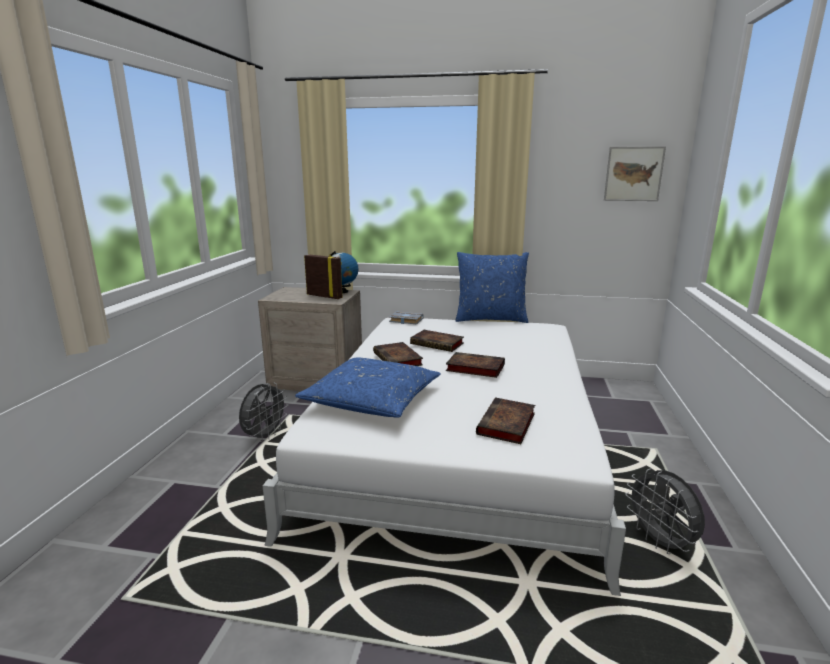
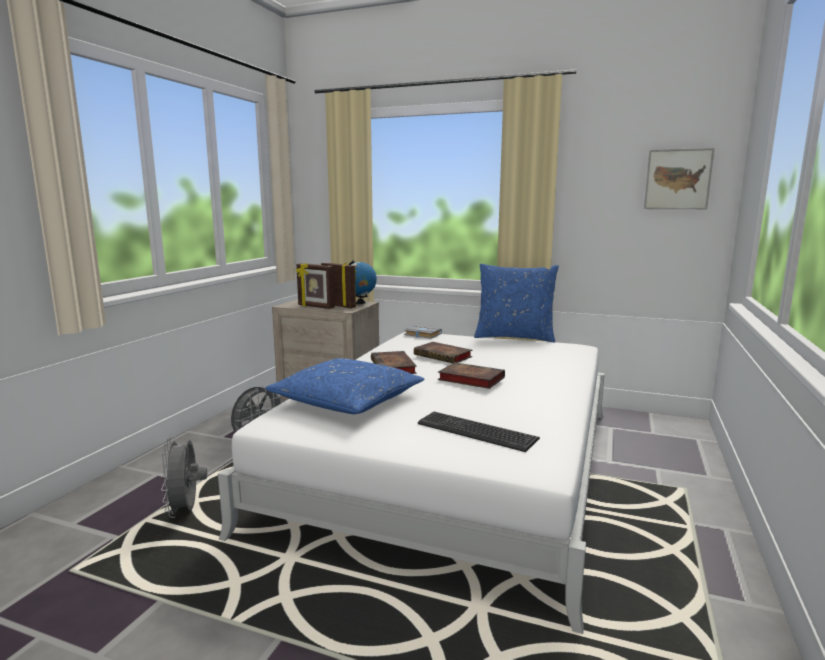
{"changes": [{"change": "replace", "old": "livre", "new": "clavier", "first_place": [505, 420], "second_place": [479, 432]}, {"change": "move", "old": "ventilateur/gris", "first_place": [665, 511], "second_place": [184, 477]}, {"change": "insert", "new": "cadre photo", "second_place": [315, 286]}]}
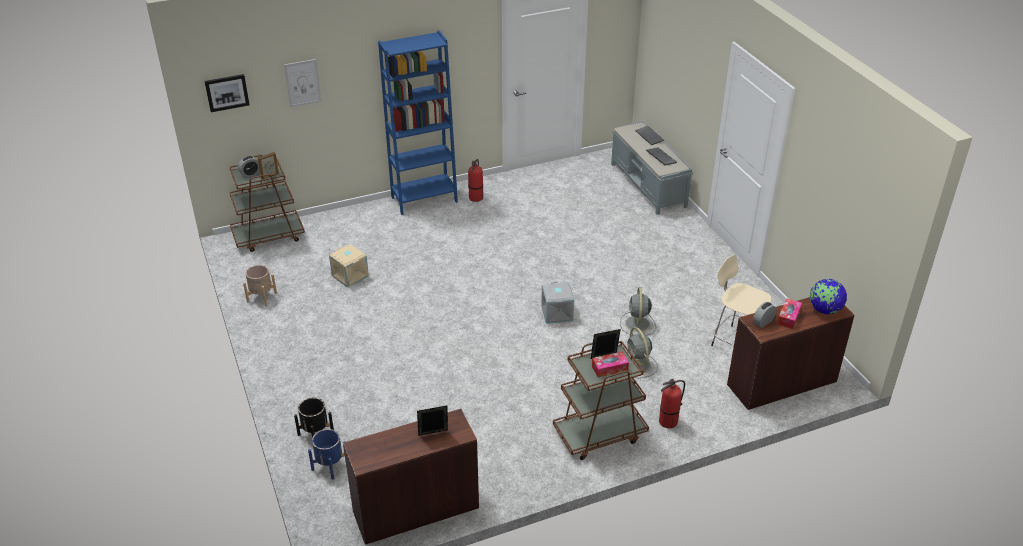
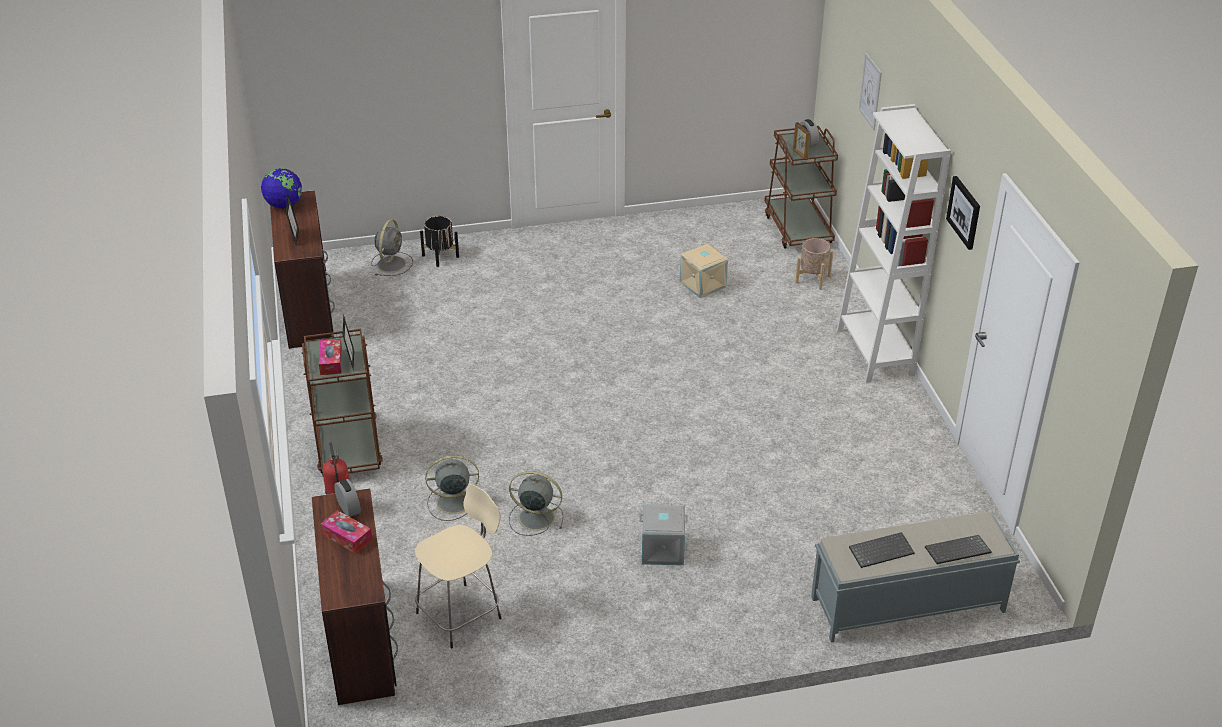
{"changes": [{"change": "recolor", "old": "bibliothèque/bleu", "new": "bibliothèque/blanc", "first_place": [418, 122], "second_place": [894, 243]}, {"change": "move", "old": "tableau", "first_place": [226, 93], "second_place": [963, 213]}, {"change": "delete", "old": "extincteur", "first_place": [475, 180]}, {"change": "move", "old": "cache-pot/beige", "first_place": [260, 285], "second_place": [814, 264]}, {"change": "move", "old": "globe", "first_place": [828, 296], "second_place": [281, 188]}, {"change": "move", "old": "boîte de rangement/gris", "first_place": [557, 303], "second_place": [664, 535]}, {"change": "replace", "old": "cache-pot/bleu", "new": "ventilateur/gris", "first_place": [327, 454], "second_place": [392, 247]}]}
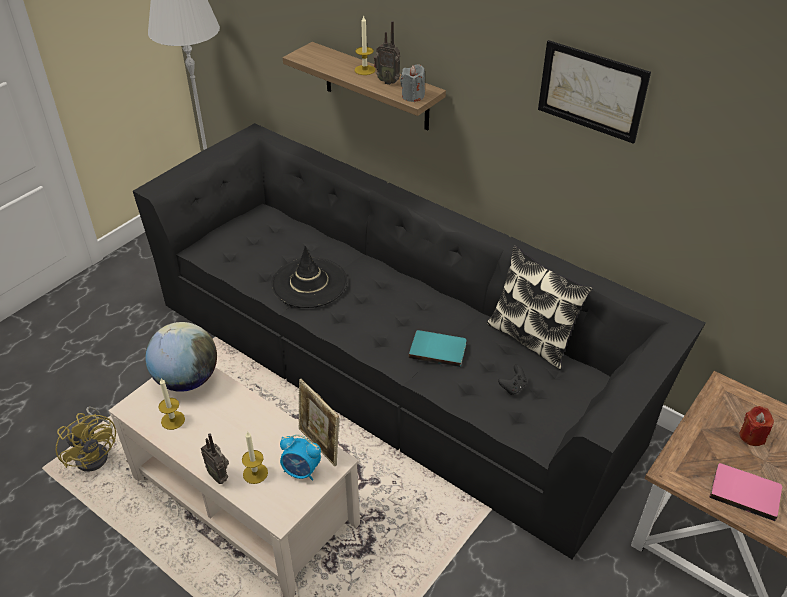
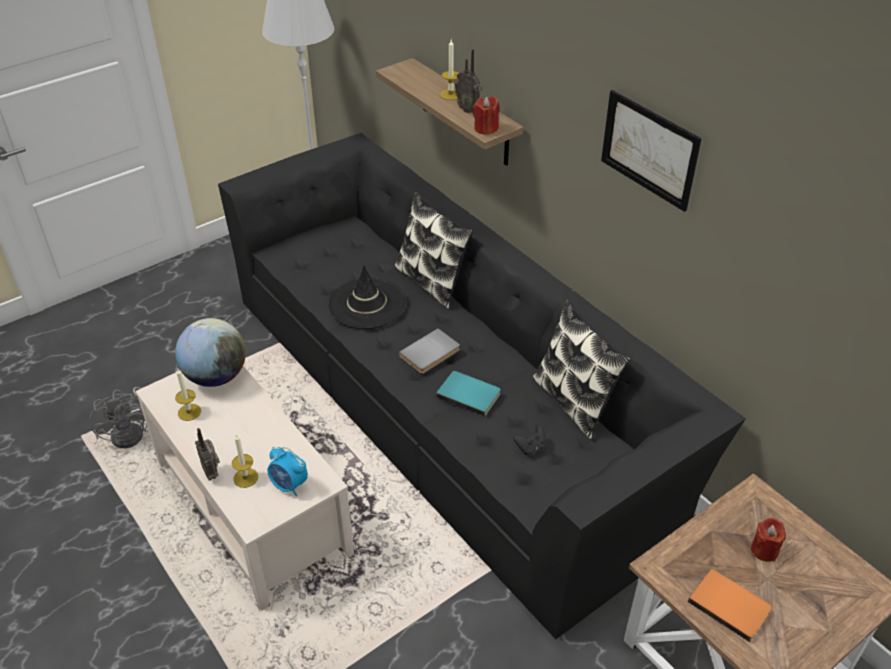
{"changes": [{"change": "recolor", "old": "bougie/gris", "new": "bougie/rouge", "first_place": [412, 83], "second_place": [486, 115]}, {"change": "delete", "old": "cadre photo", "first_place": [318, 422]}, {"change": "recolor", "old": "ventilateur/jaune", "new": "ventilateur/gris", "first_place": [86, 439], "second_place": [118, 417]}, {"change": "recolor", "old": "livre/rose", "new": "livre/orange", "first_place": [745, 492], "second_place": [730, 605]}, {"change": "insert", "new": "coussin", "second_place": [433, 250]}, {"change": "insert", "new": "livre/gris", "second_place": [429, 351]}]}
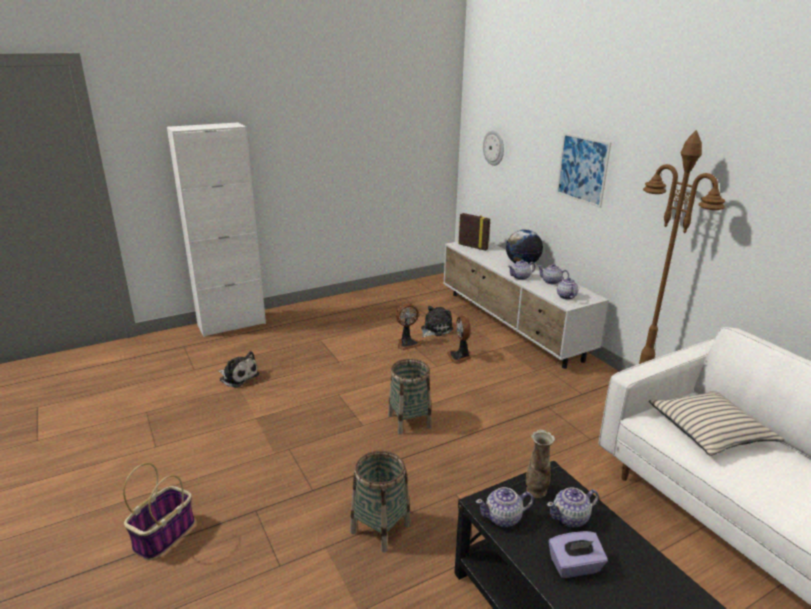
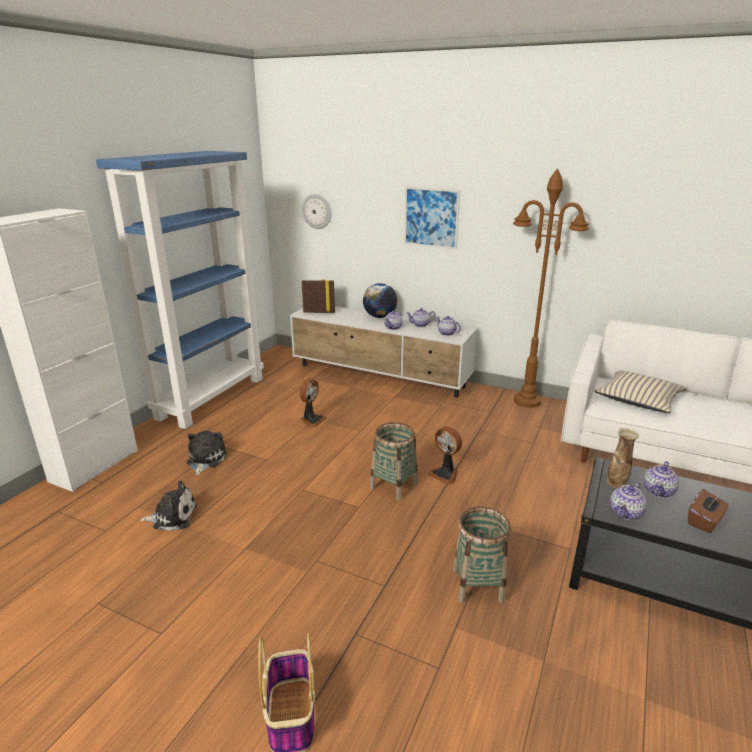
{"changes": [{"change": "move", "old": "peluche", "first_place": [437, 322], "second_place": [206, 453]}, {"change": "move", "old": "ventilateur", "first_place": [459, 339], "second_place": [445, 455]}, {"change": "recolor", "old": "boîte à mouchoirs/violet", "new": "boîte à mouchoirs/marron", "first_place": [578, 554], "second_place": [708, 511]}, {"change": "insert", "new": "bibliothèque/bleu", "second_place": [180, 290]}]}
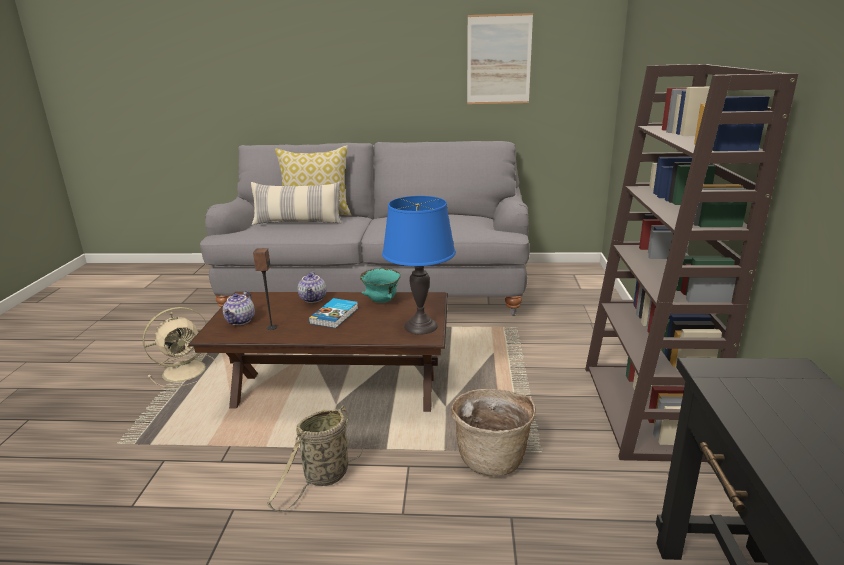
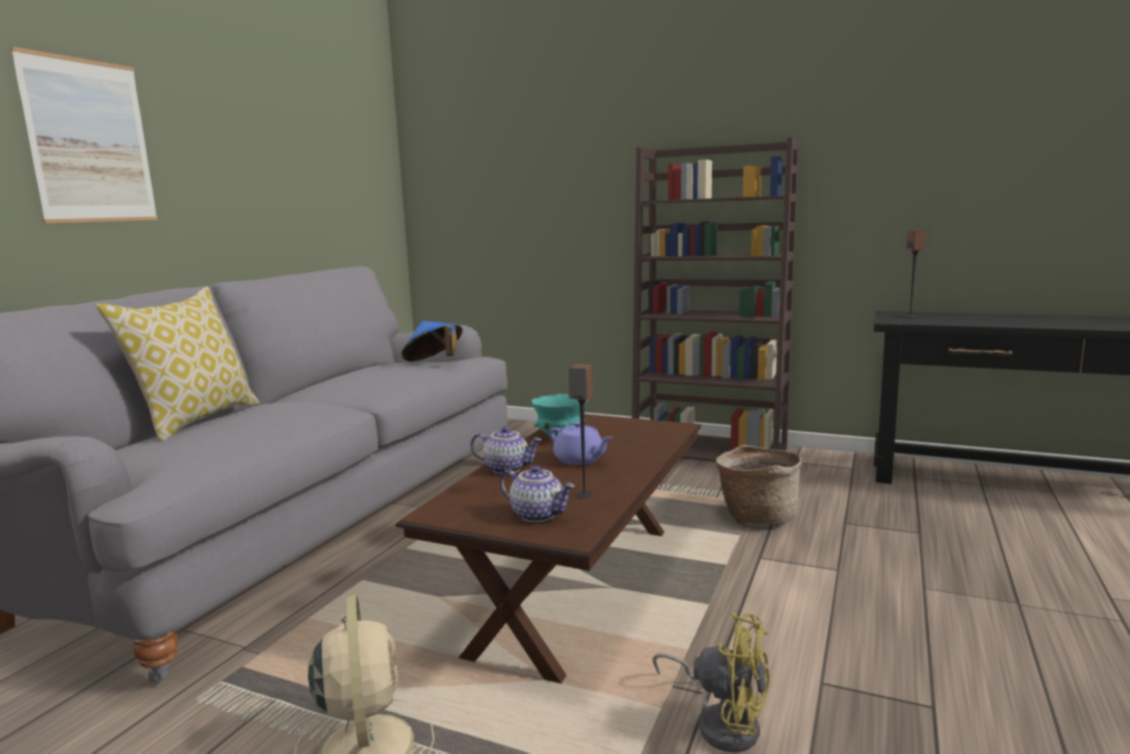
{"changes": [{"change": "move", "old": "tableau", "first_place": [500, 58], "second_place": [84, 135]}, {"change": "delete", "old": "coussin", "first_place": [296, 203]}, {"change": "delete", "old": "lampe de table/bleu", "first_place": [419, 265]}, {"change": "replace", "old": "livre", "new": "théière/violet", "first_place": [333, 313], "second_place": [581, 443]}, {"change": "delete", "old": "panier", "first_place": [315, 458]}, {"change": "insert", "new": "enceinte", "second_place": [915, 274]}, {"change": "insert", "new": "chapeau/bleu", "second_place": [432, 341]}, {"change": "insert", "new": "ventilateur/jaune", "second_place": [711, 682]}]}
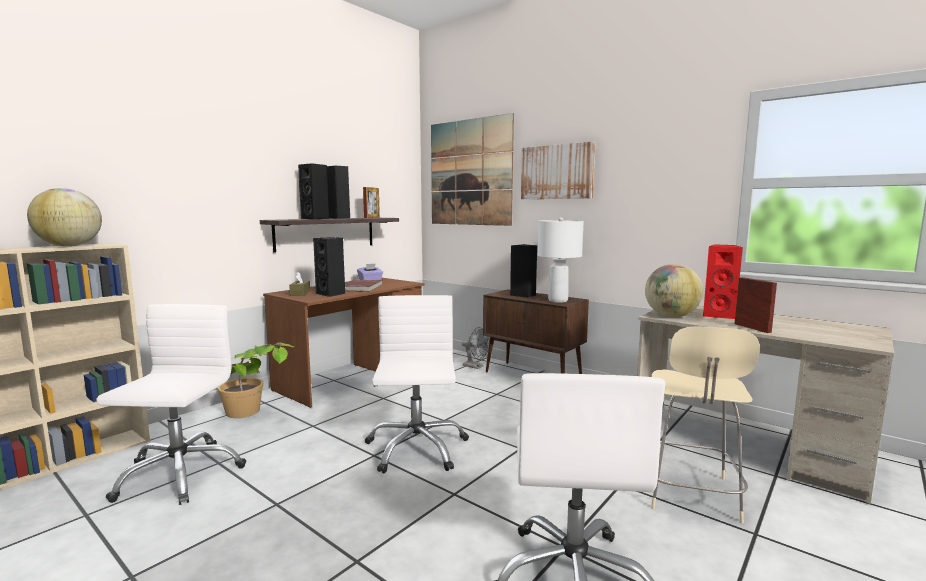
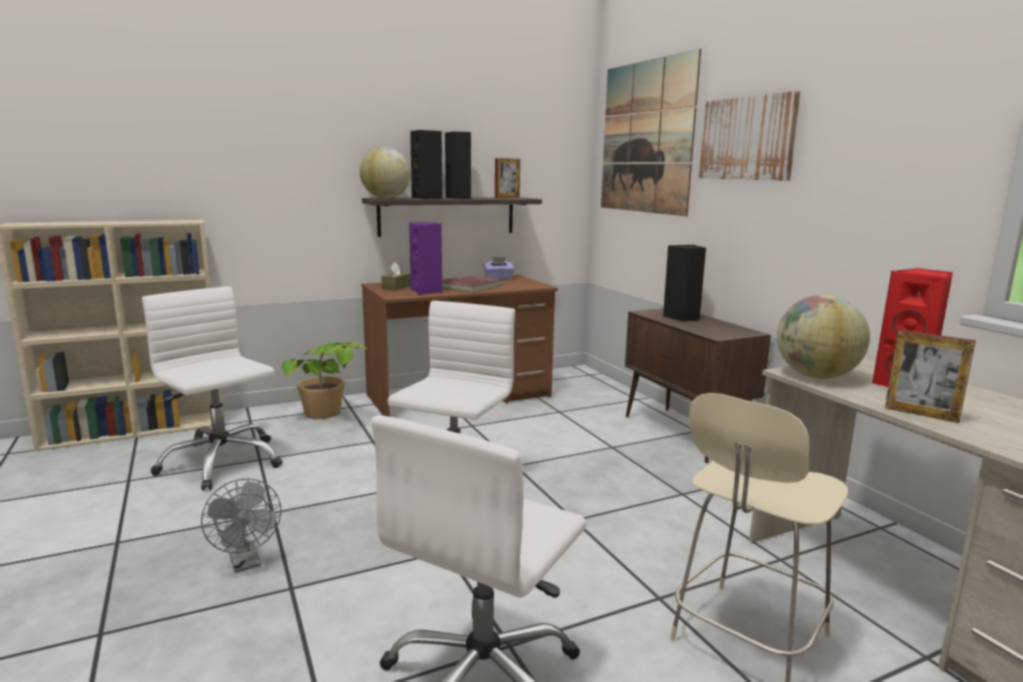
{"changes": [{"change": "move", "old": "globe", "first_place": [64, 217], "second_place": [385, 173]}, {"change": "delete", "old": "lampe de table/blanc", "first_place": [560, 260]}, {"change": "recolor", "old": "enceinte/noir", "new": "enceinte/violet", "first_place": [329, 267], "second_place": [425, 258]}, {"change": "rotate", "old": "cadre photo", "first_place": [755, 305], "second_place": [930, 376], "degrees": 120}, {"change": "rotate", "old": "chaise de bureau/blanc", "first_place": [171, 404], "second_place": [212, 388], "degrees": -75}, {"change": "move", "old": "ventilateur/gris", "first_place": [475, 348], "second_place": [241, 525]}]}
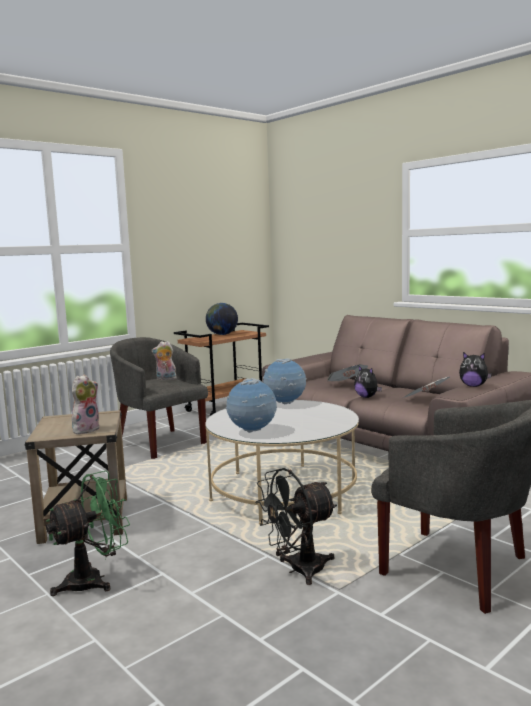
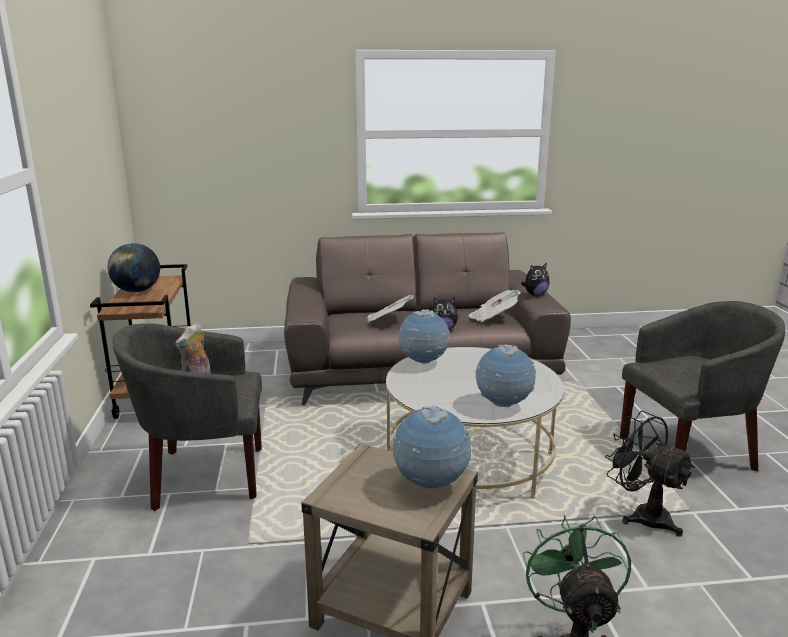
{"changes": [{"change": "replace", "old": "peluche", "new": "globe", "first_place": [85, 404], "second_place": [432, 447]}, {"change": "rotate", "old": "ventilateur/noir", "first_place": [296, 526], "second_place": [650, 474], "degrees": 135}]}
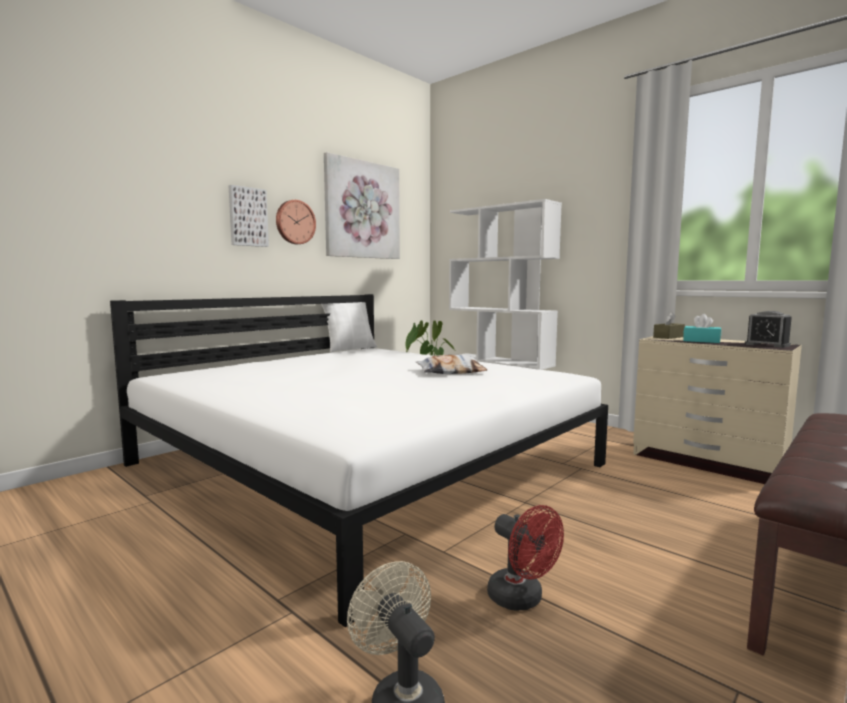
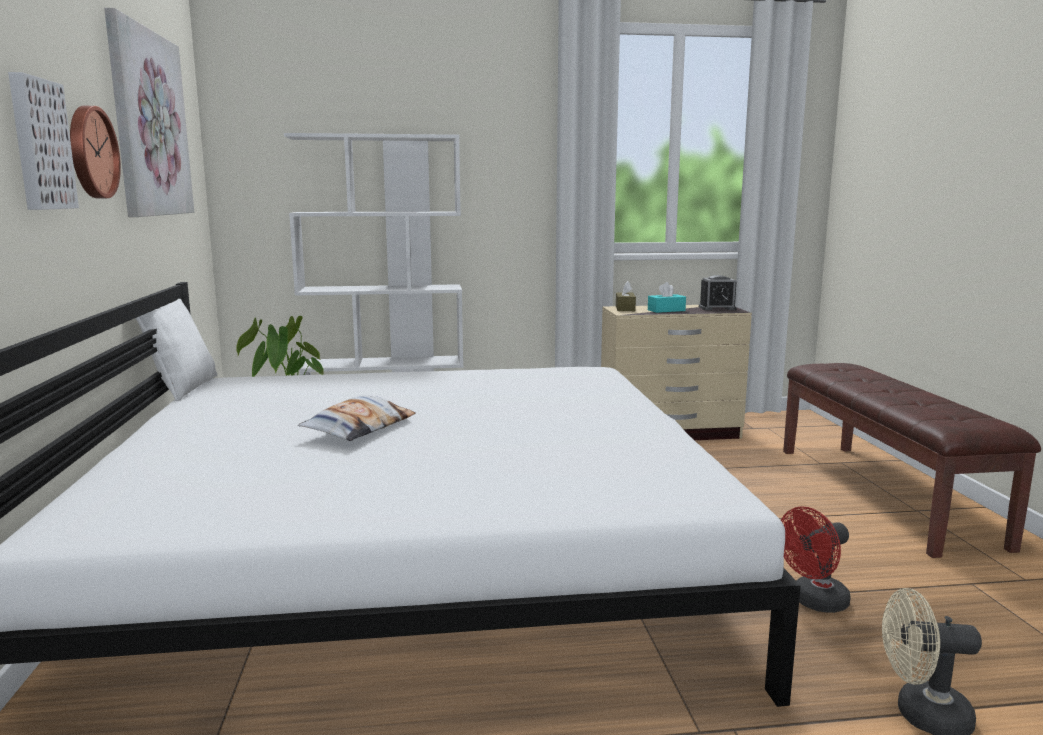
{"changes": [{"change": "move", "old": "coussin", "first_place": [451, 364], "second_place": [356, 418]}, {"change": "rotate", "old": "ventilateur/rouge", "first_place": [525, 557], "second_place": [816, 560], "degrees": 150}]}
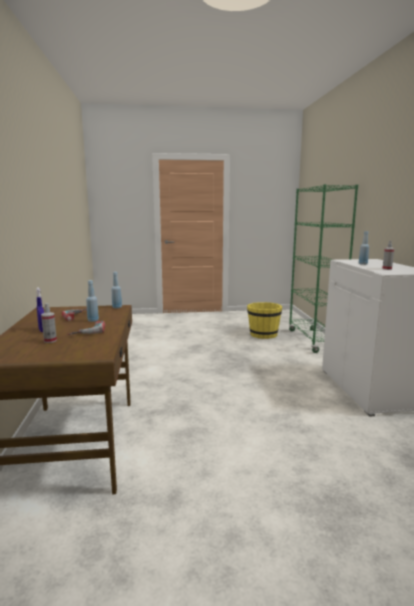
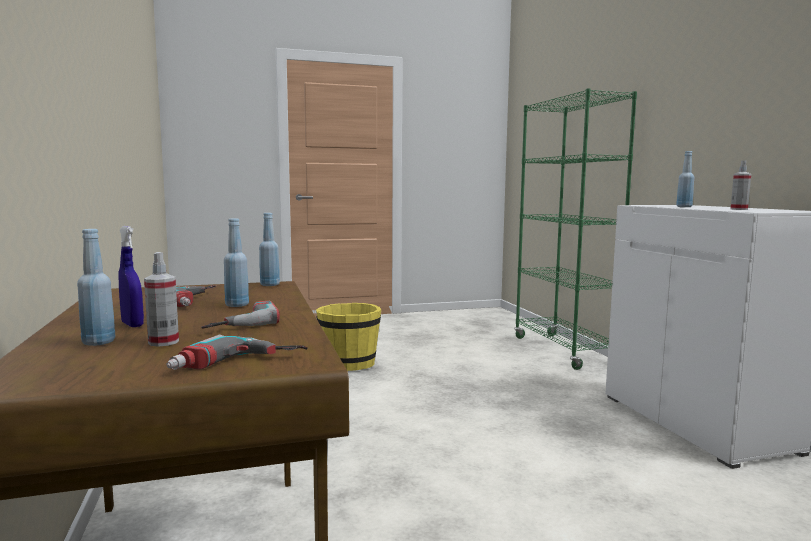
{"changes": [{"change": "move", "old": "seau/jaune", "first_place": [264, 320], "second_place": [348, 337]}, {"change": "insert", "new": "bouteille/bleu", "second_place": [96, 287]}, {"change": "insert", "new": "perceuse", "second_place": [237, 352]}]}
